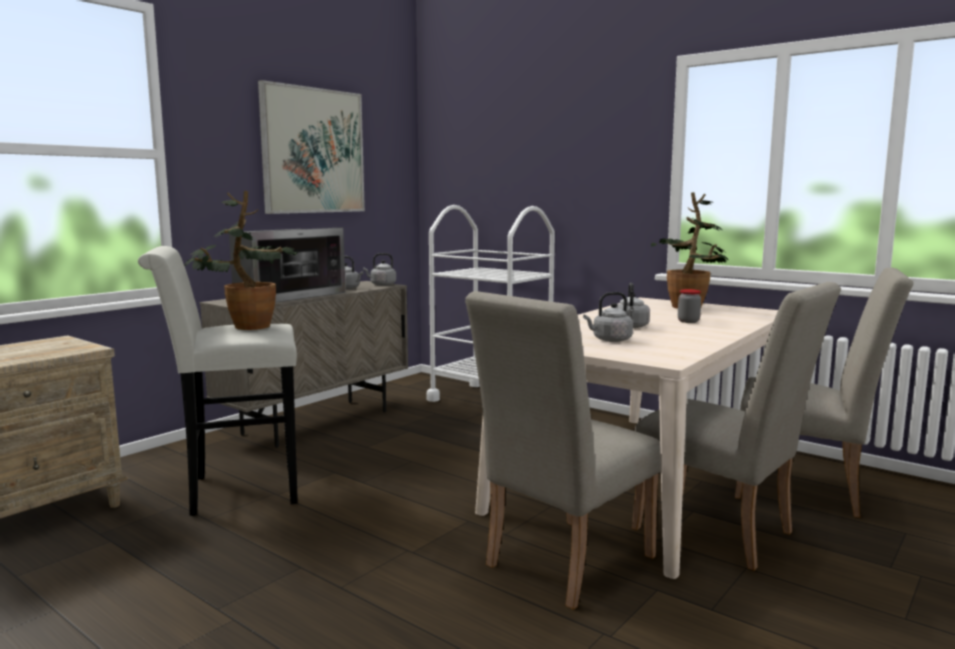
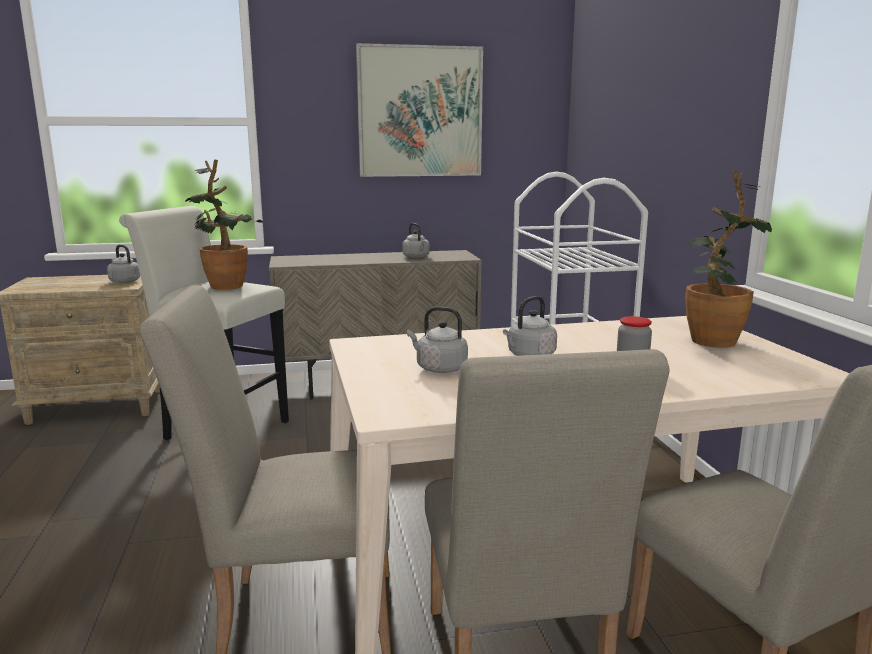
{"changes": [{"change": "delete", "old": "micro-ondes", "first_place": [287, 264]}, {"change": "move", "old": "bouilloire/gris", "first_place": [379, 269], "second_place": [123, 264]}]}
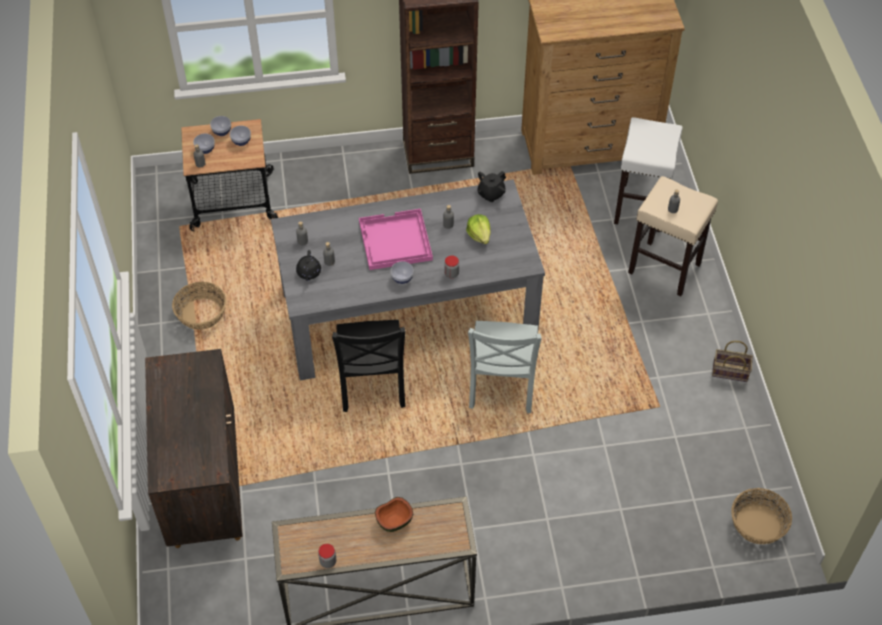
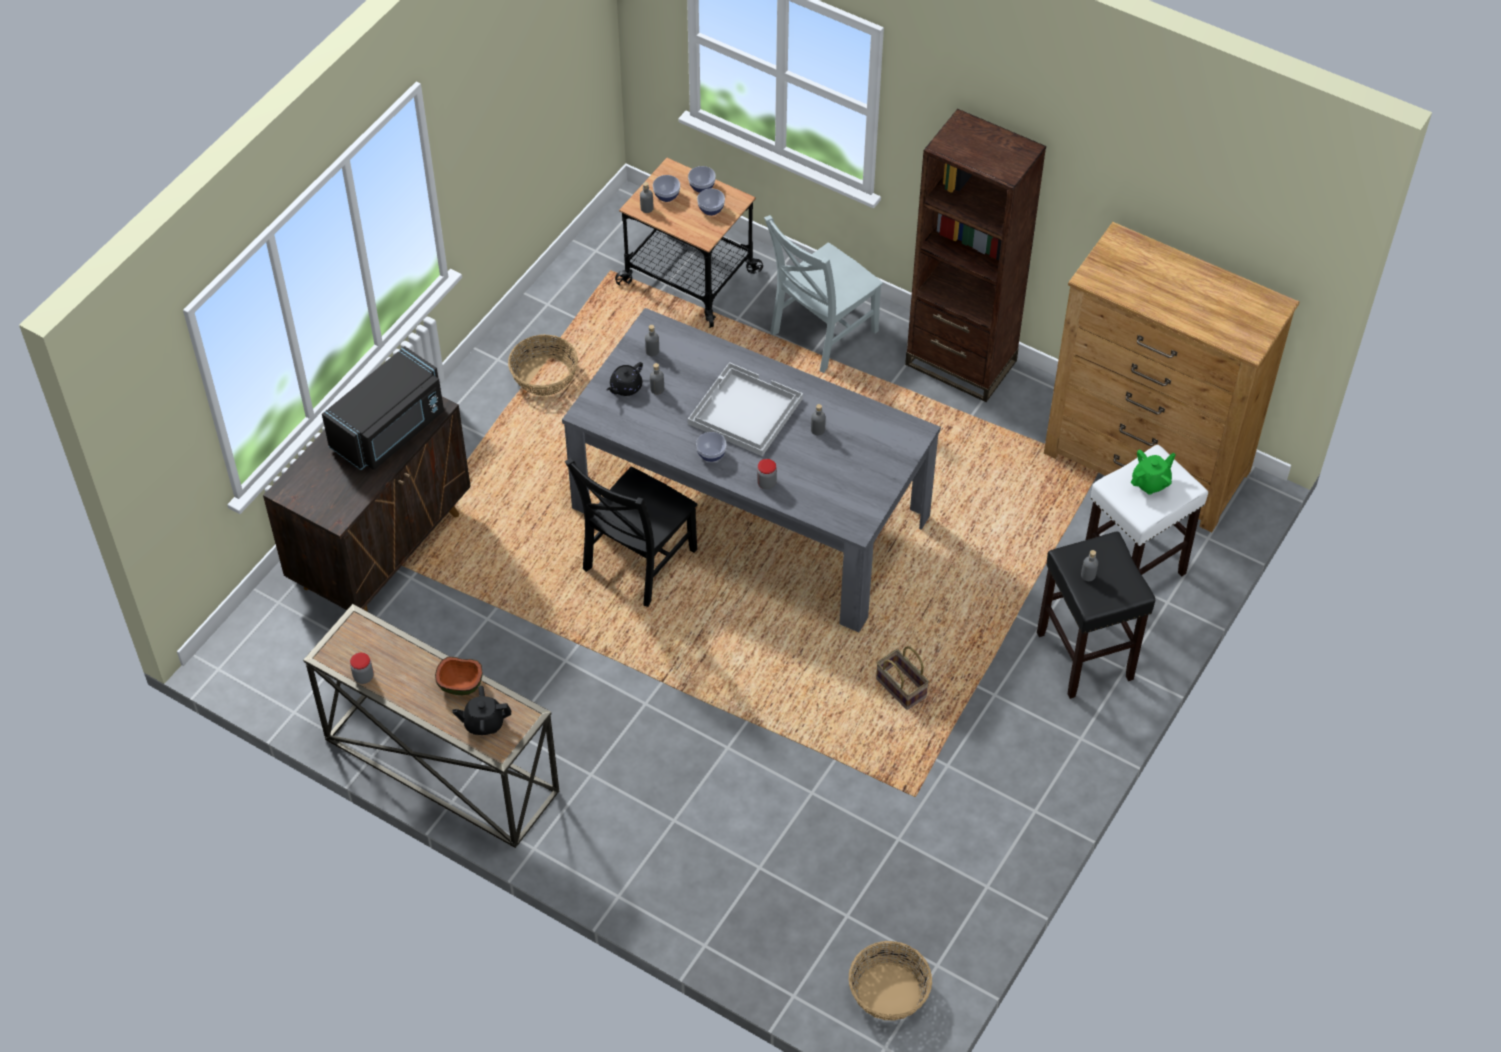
{"changes": [{"change": "move", "old": "théière/noir", "first_place": [491, 186], "second_place": [481, 710]}, {"change": "recolor", "old": "tabouret/beige", "new": "tabouret/noir", "first_place": [673, 236], "second_place": [1096, 615]}, {"change": "recolor", "old": "plateau/rose", "new": "plateau/blanc", "first_place": [396, 239], "second_place": [745, 409]}, {"change": "delete", "old": "laitue", "first_place": [478, 229]}, {"change": "move", "old": "chaise/gris", "first_place": [505, 367], "second_place": [823, 294]}, {"change": "move", "old": "panier", "first_place": [732, 361], "second_place": [902, 678]}, {"change": "insert", "new": "micro-ondes/noir", "second_place": [383, 408]}, {"change": "insert", "new": "théière/vert", "second_place": [1153, 472]}]}
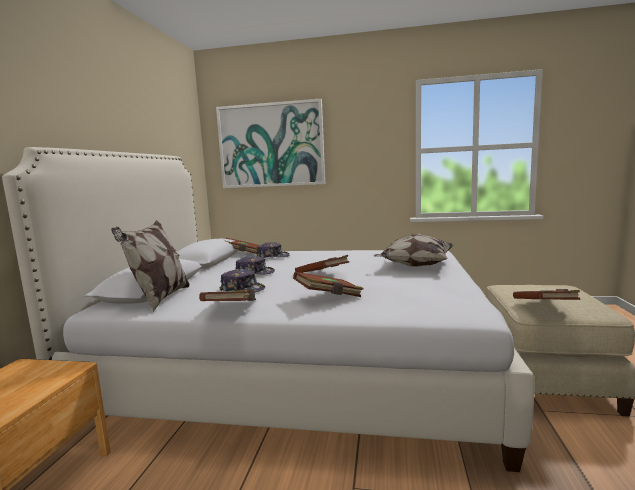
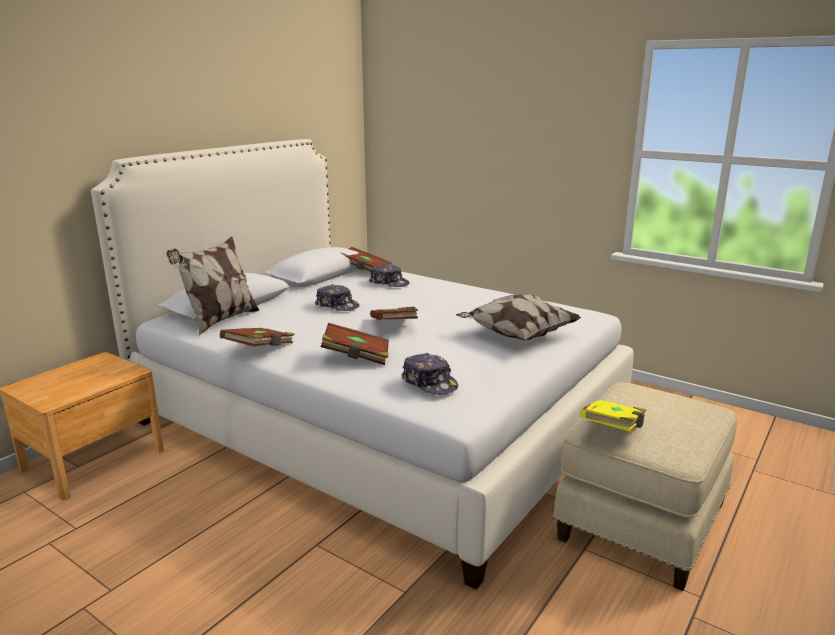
{"changes": [{"change": "delete", "old": "tableau", "first_place": [270, 143]}, {"change": "move", "old": "casquette", "first_place": [242, 280], "second_place": [429, 374]}, {"change": "recolor", "old": "livre/marron", "new": "livre/jaune", "first_place": [546, 294], "second_place": [613, 416]}]}
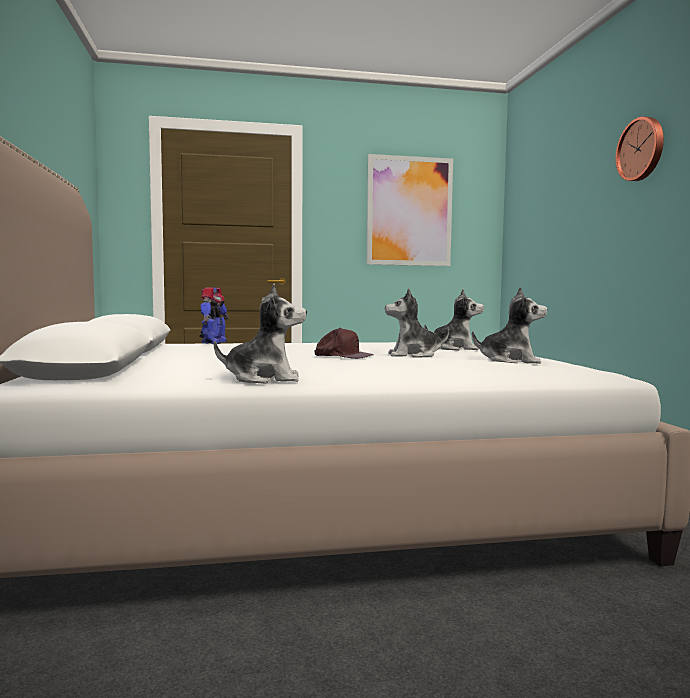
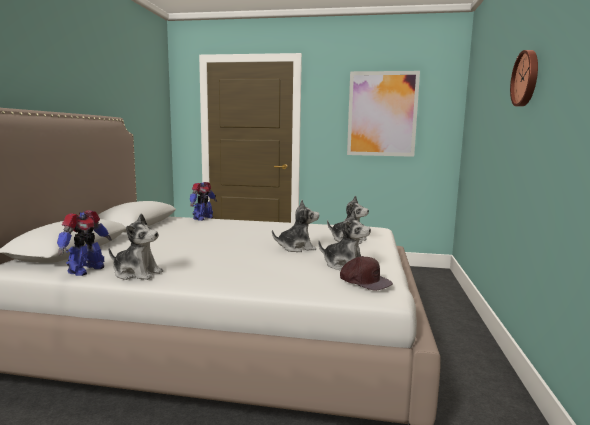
{"changes": [{"change": "rotate", "old": "peluche", "first_place": [417, 323], "second_place": [295, 226], "degrees": 150}, {"change": "move", "old": "casquette/marron", "first_place": [344, 343], "second_place": [366, 273]}, {"change": "insert", "new": "robot jouet", "second_place": [84, 243]}]}
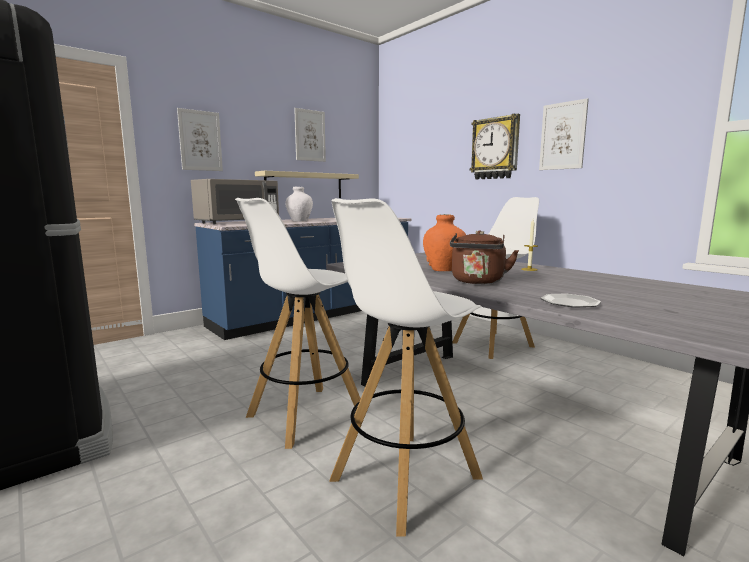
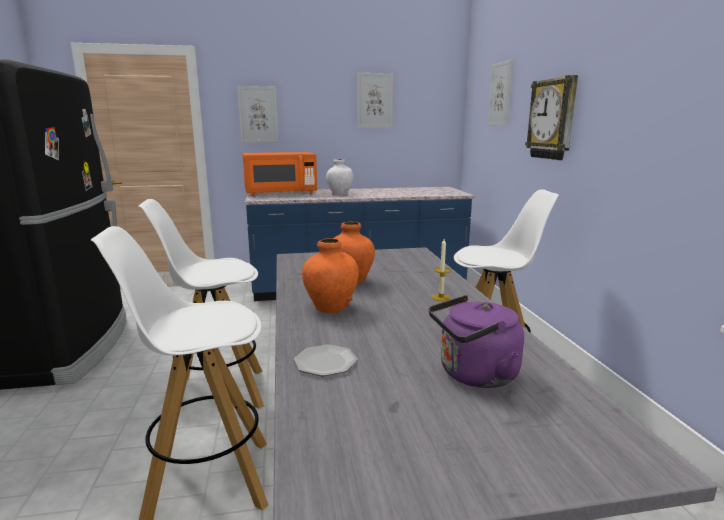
{"changes": [{"change": "move", "old": "tableau", "first_place": [564, 134], "second_place": [500, 92]}, {"change": "delete", "old": "étagère/beige", "first_place": [307, 184]}, {"change": "recolor", "old": "micro-ondes/gris", "new": "micro-ondes/orange", "first_place": [235, 201], "second_place": [279, 174]}, {"change": "replace", "old": "bouilloire/marron", "new": "vase/orange", "first_place": [484, 257], "second_place": [330, 275]}, {"change": "insert", "new": "bouilloire/violet", "second_place": [476, 341]}]}
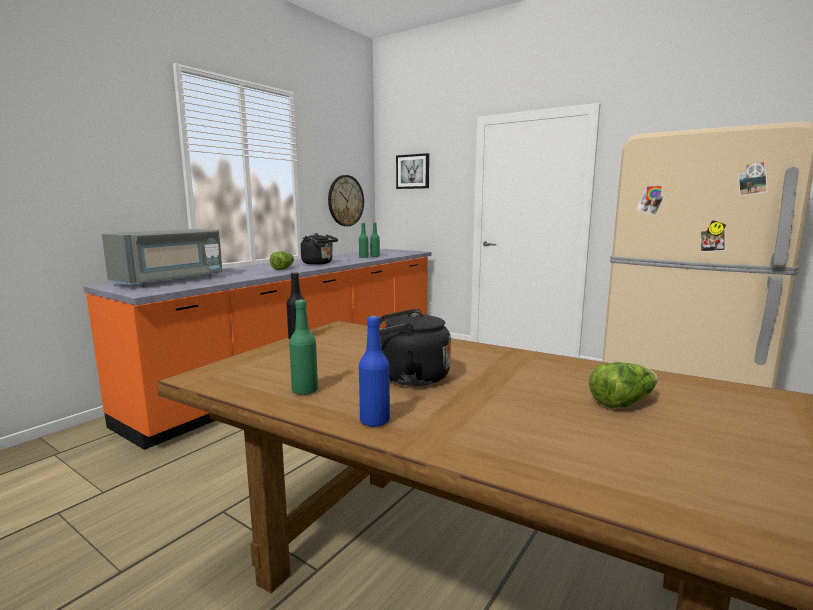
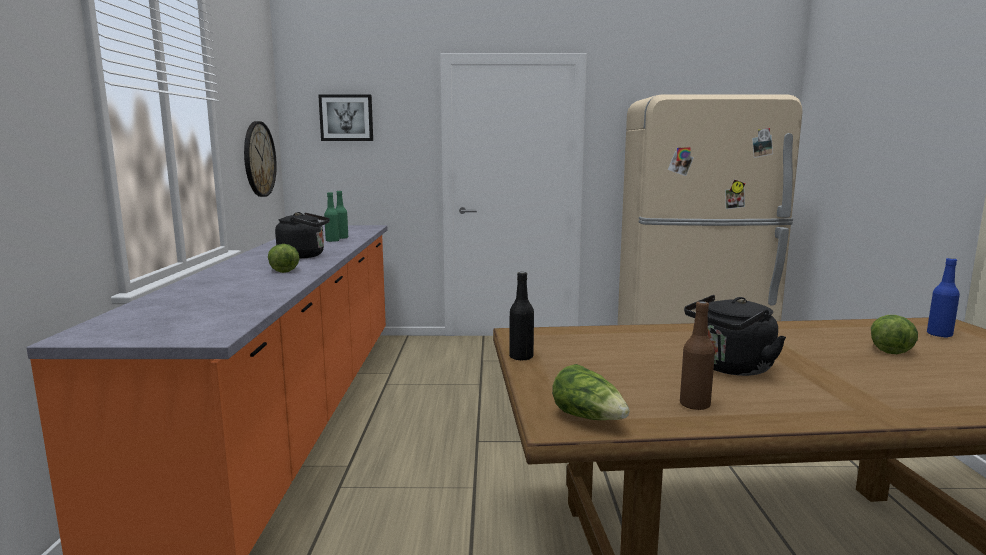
{"changes": [{"change": "delete", "old": "micro-ondes/gris", "first_place": [162, 258]}, {"change": "recolor", "old": "bouteille/vert", "new": "bouteille/marron", "first_place": [303, 347], "second_place": [697, 356]}, {"change": "move", "old": "bouteille/bleu", "first_place": [374, 371], "second_place": [943, 298]}, {"change": "insert", "new": "laitue", "second_place": [591, 392]}]}
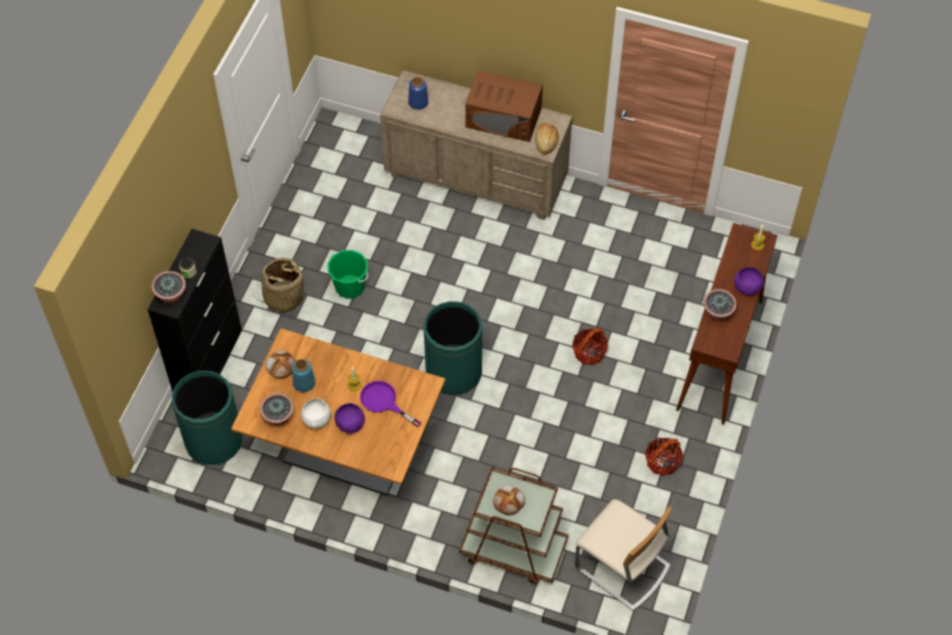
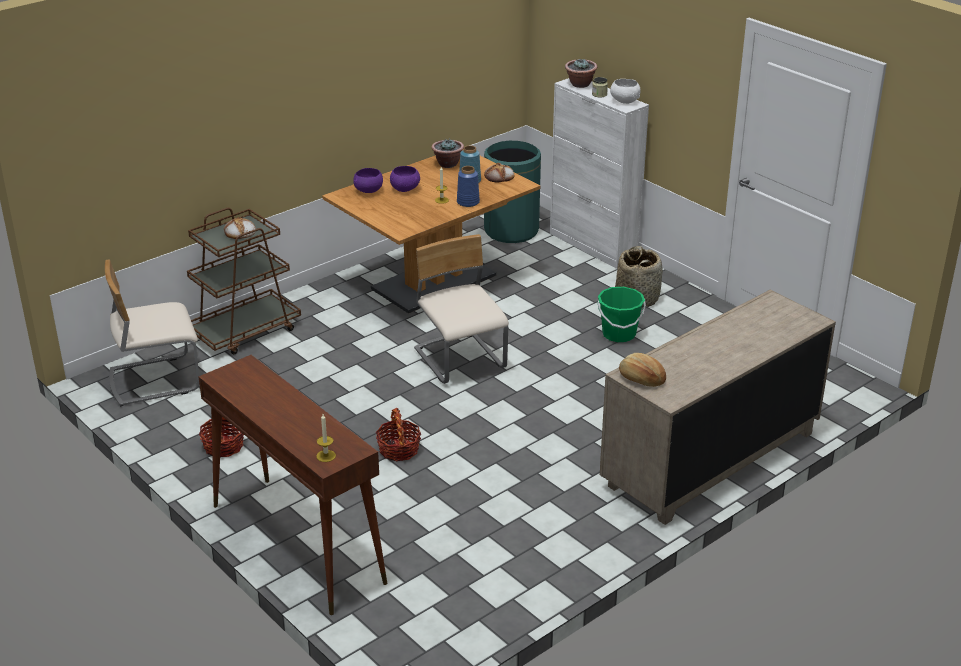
{"changes": [{"change": "delete", "old": "micro-ondes/marron", "first_place": [504, 106]}, {"change": "move", "old": "vase/bleu", "first_place": [418, 93], "second_place": [468, 186]}, {"change": "recolor", "old": "meuble de rangement/noir", "new": "meuble de rangement/blanc", "first_place": [194, 310], "second_place": [599, 173]}, {"change": "move", "old": "bol/violet", "first_place": [749, 281], "second_place": [368, 180]}, {"change": "delete", "old": "plante en pot", "first_place": [720, 305]}, {"change": "replace", "old": "poubelle/vert", "new": "chaise/beige", "first_place": [452, 348], "second_place": [461, 309]}, {"change": "delete", "old": "poêle/violet", "first_place": [390, 404]}, {"change": "move", "old": "bol/blanc", "first_place": [316, 413], "second_place": [625, 91]}]}
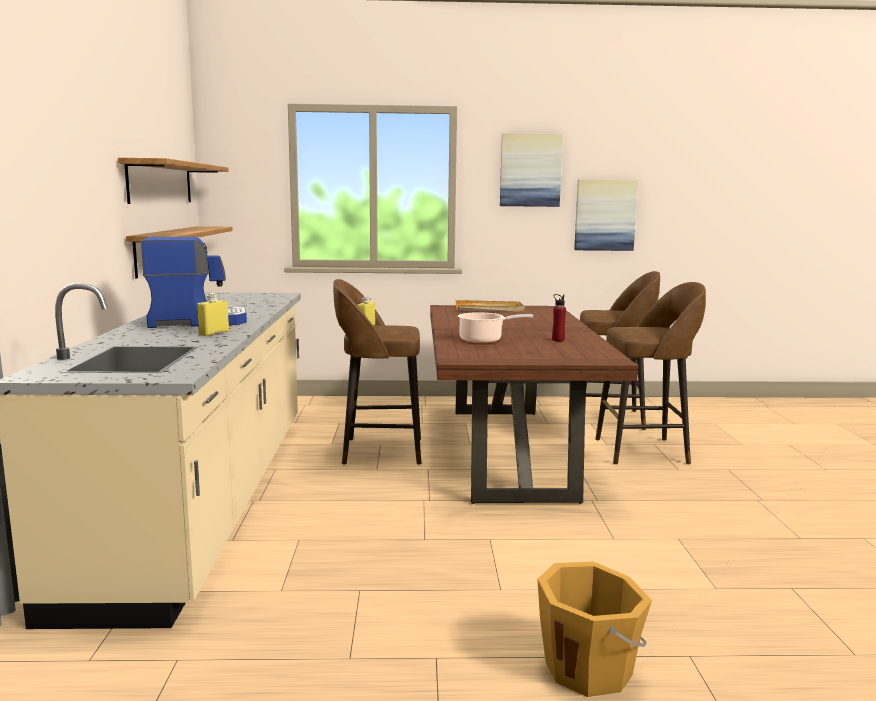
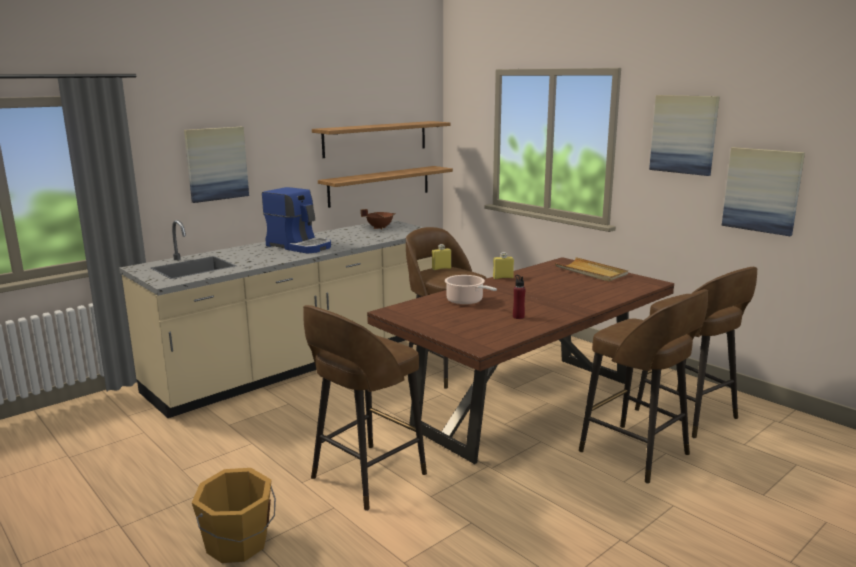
{"changes": [{"change": "move", "old": "bouteille/jaune", "first_place": [213, 314], "second_place": [503, 265]}, {"change": "insert", "new": "tableau", "second_place": [216, 165]}, {"change": "insert", "new": "marmite/marron", "second_place": [378, 219]}, {"change": "insert", "new": "tabouret/marron", "second_place": [365, 408]}]}
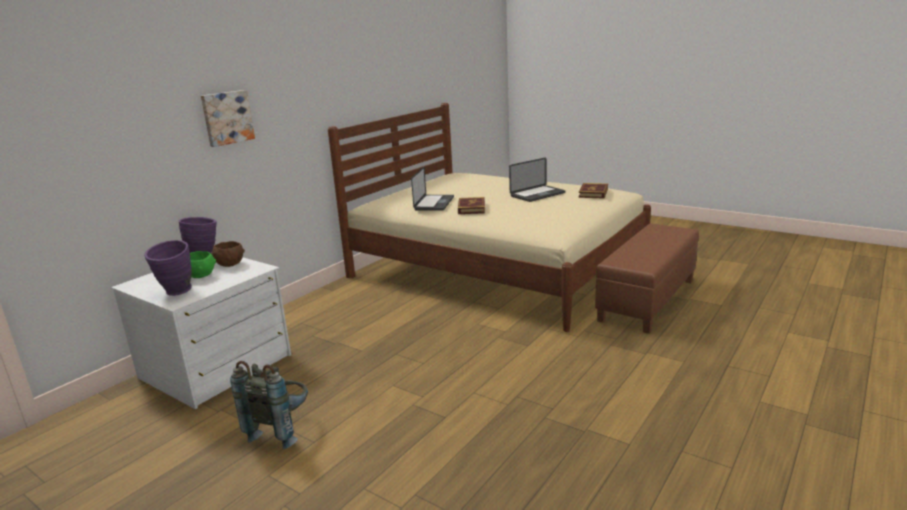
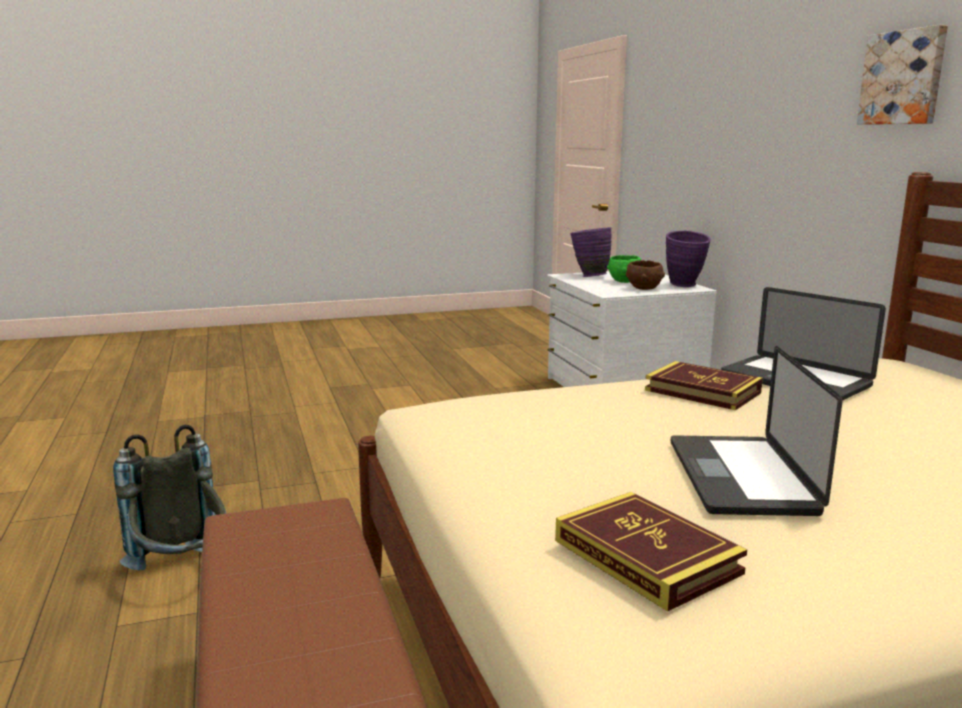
{"changes": [{"change": "move", "old": "tableau", "first_place": [228, 118], "second_place": [902, 75]}, {"change": "move", "old": "sac à dos/gris", "first_place": [269, 405], "second_place": [169, 497]}]}
